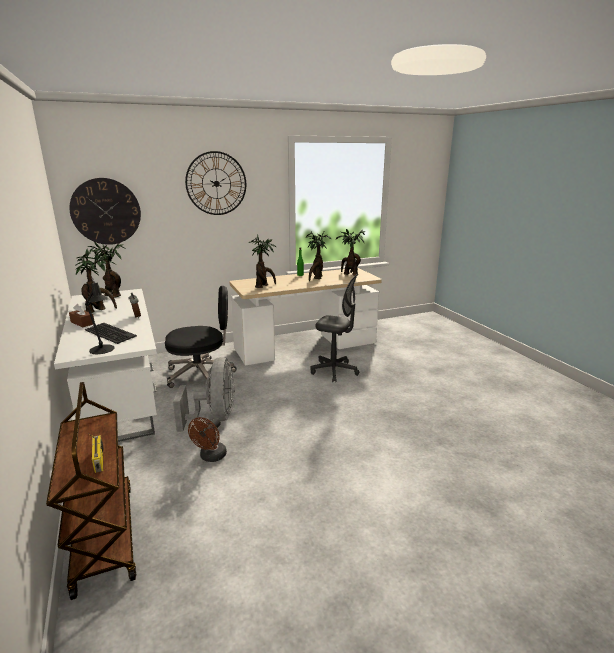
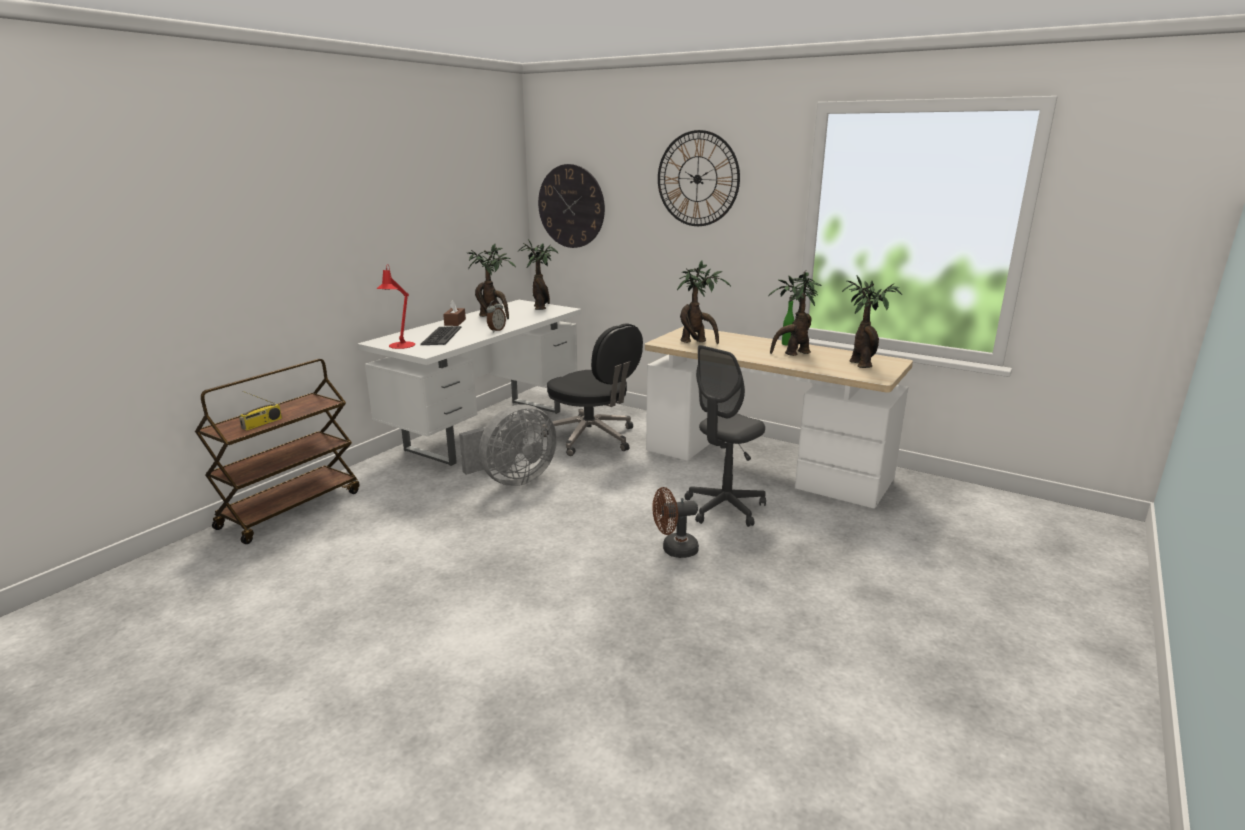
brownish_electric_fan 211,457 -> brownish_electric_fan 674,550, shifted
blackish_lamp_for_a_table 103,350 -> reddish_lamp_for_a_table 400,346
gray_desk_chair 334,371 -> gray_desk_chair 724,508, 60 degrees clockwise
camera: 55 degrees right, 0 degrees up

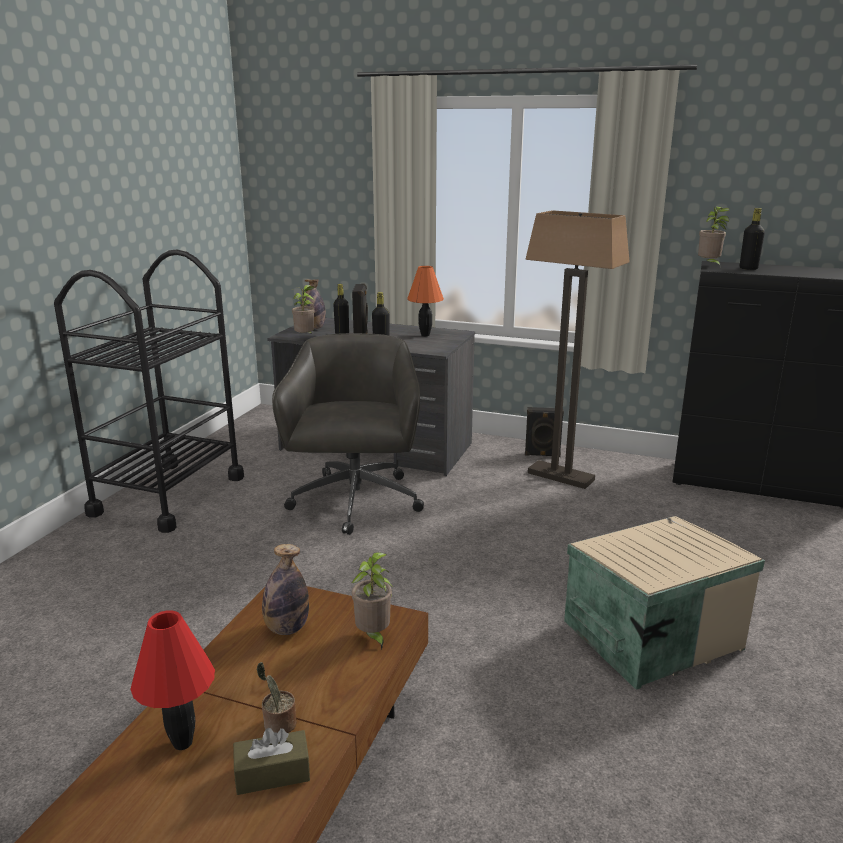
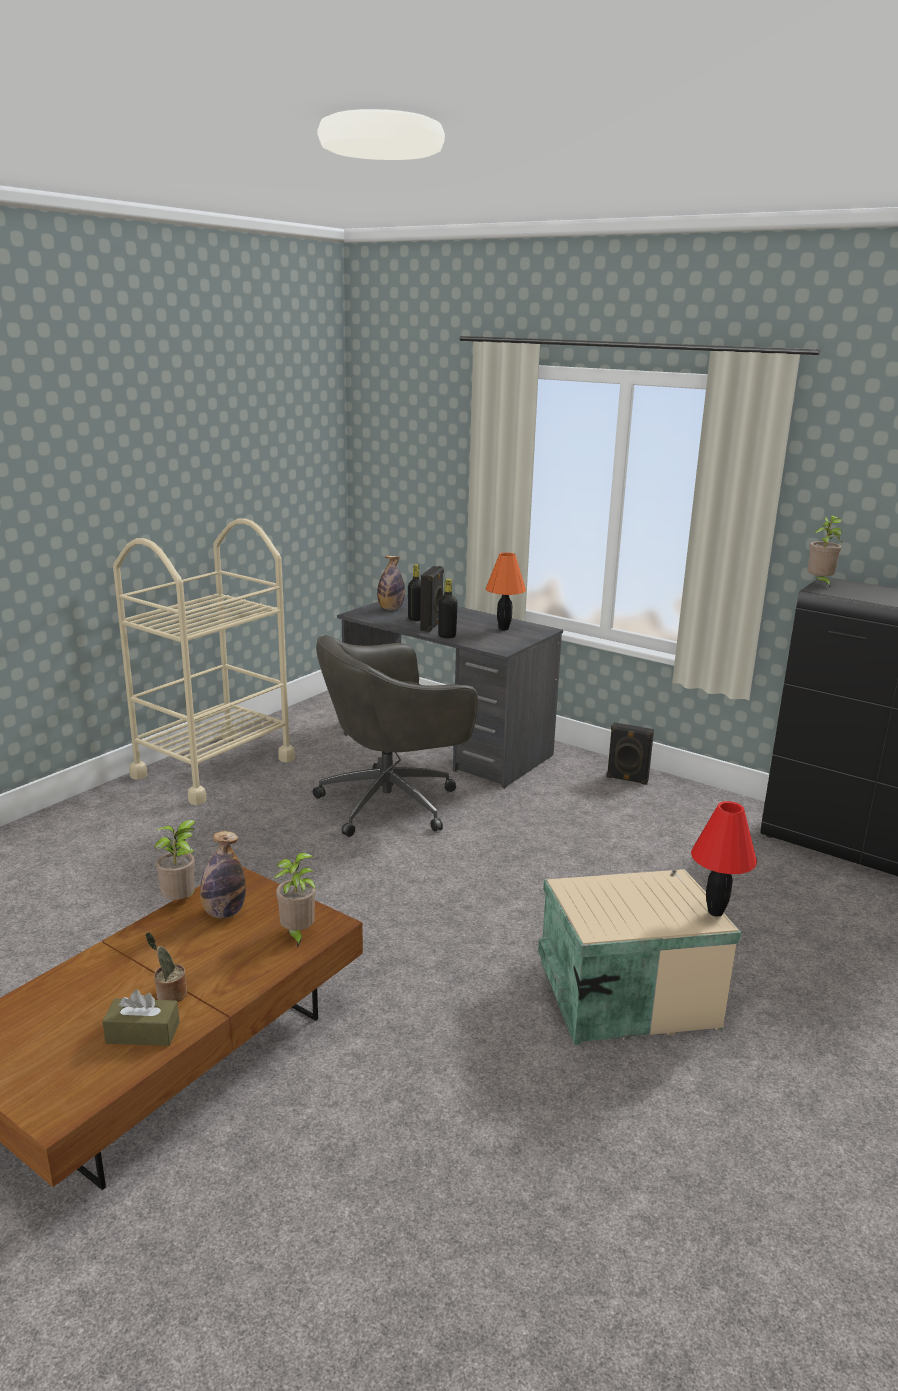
standard_lamp 561,476 -> none
blackish_drink_bottle 748,268 -> none
reddish_lamp_for_a_table 182,742 -> reddish_lamp_for_a_table 715,911, shifted
potted_plant 305,337 -> potted_plant 181,902, shifted
blackish_trolley 168,495 -> beige-coloured_trolley 214,767
gray_desk_chair 355,503 -> gray_desk_chair 392,803, 135 degrees counterclockwise
camera: 15 degrees right, 0 degrees up

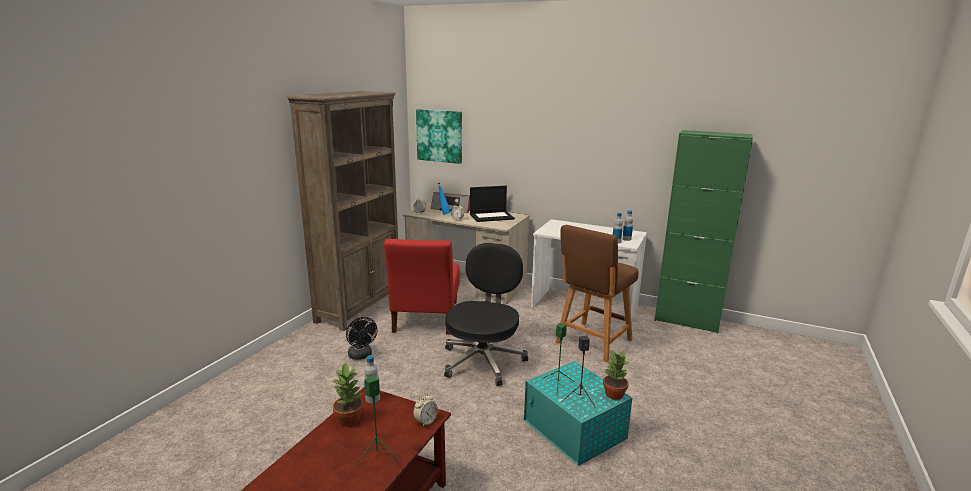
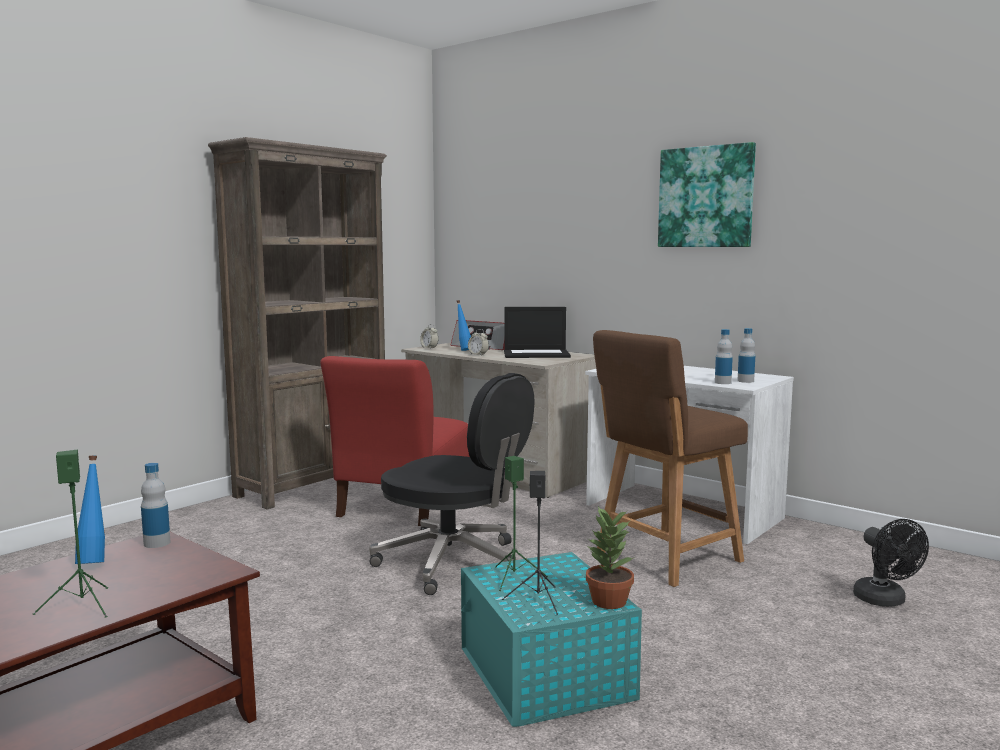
bedside_clock 425,421 -> none
green_cabinet 686,321 -> none
blackish_electric_fan 361,356 -> blackish_electric_fan 885,601, shifted
wall_picture 439,136 -> wall_picture 706,197, shifted
potted_plant 349,419 -> blue-coloured_drink_bottle 94,561
blackish_desk_chair 483,360 -> blackish_desk_chair 454,563, 90 degrees clockwise
camera: 15 degrees right, 10 degrees down

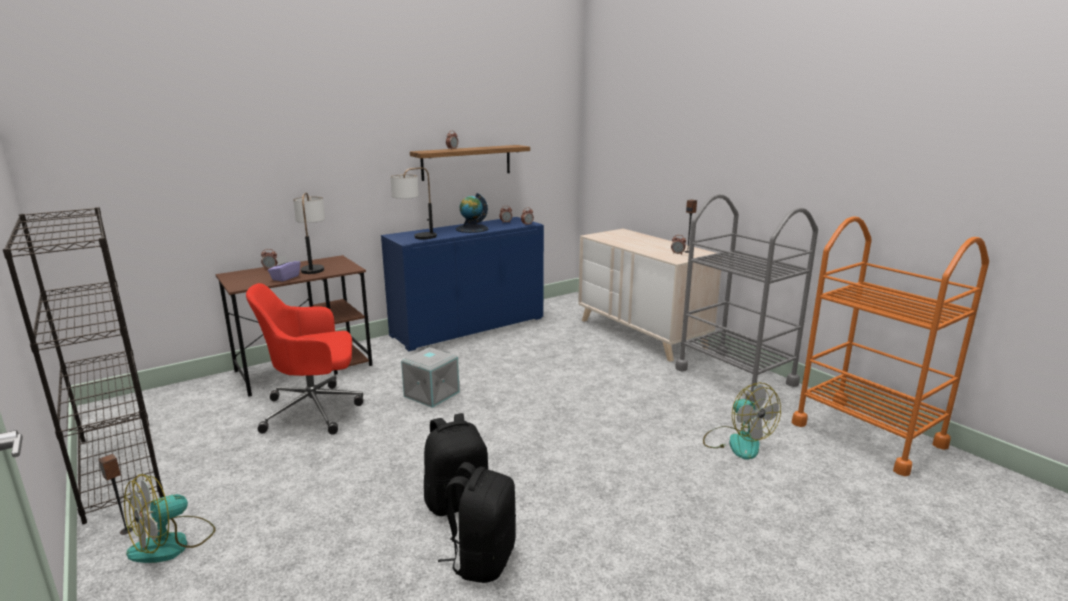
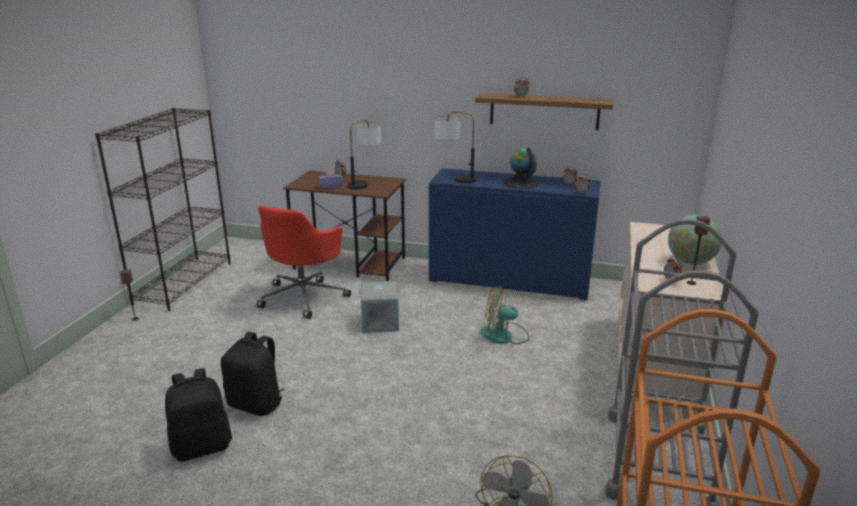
none -> desk_globe 690,262
electric_fan 172,543 -> electric_fan 504,336, shifted
reddish_desk_chair 315,410 -> reddish_desk_chair 304,296, 105 degrees counterclockwise
camera: 50 degrees right, 5 degrees up

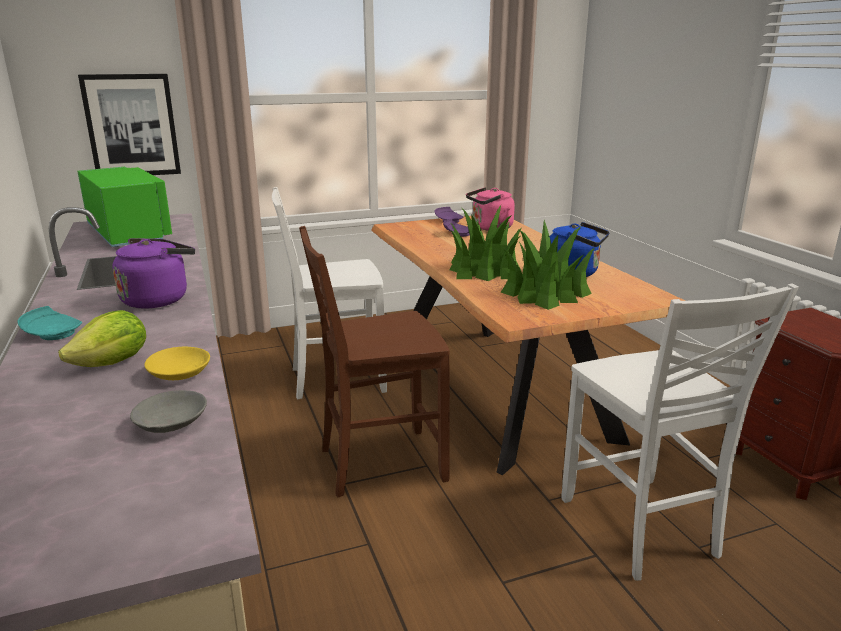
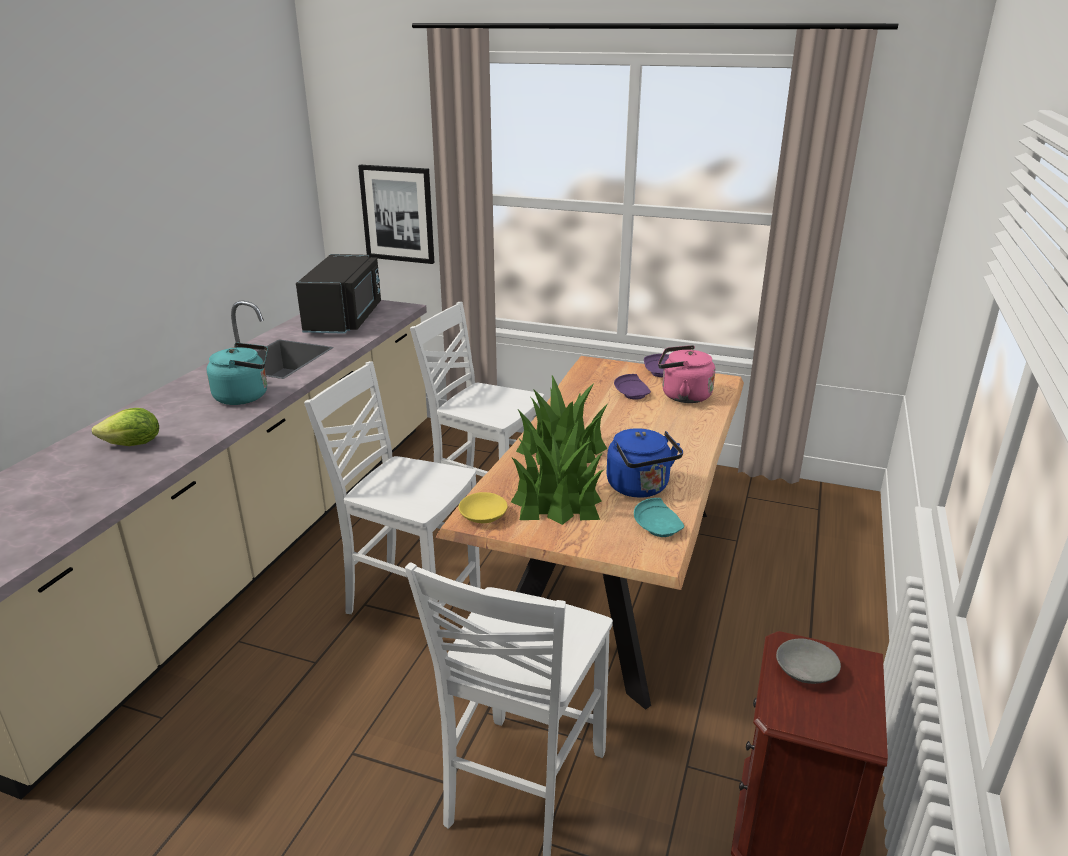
turquoise-coloured_plate 53,333 -> turquoise-coloured_plate 658,527, shifted
gray_serving_bowl 170,424 -> gray_serving_bowl 804,671, shifted
yellowish_serving_bowl 180,374 -> yellowish_serving_bowl 483,516, shifted
green_microwave 130,234 -> blackish_microwave 346,319
purple-coloured_kettle 158,299 -> turquoise-coloured_kettle 245,396
brownish_plain_chair 379,463 -> white-coloured_plain_chair 410,601
camera: 40 degrees right, 5 degrees up

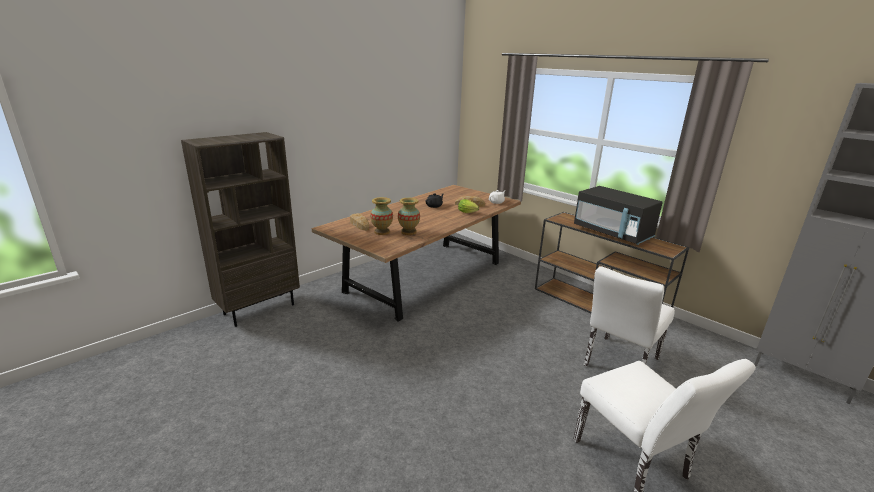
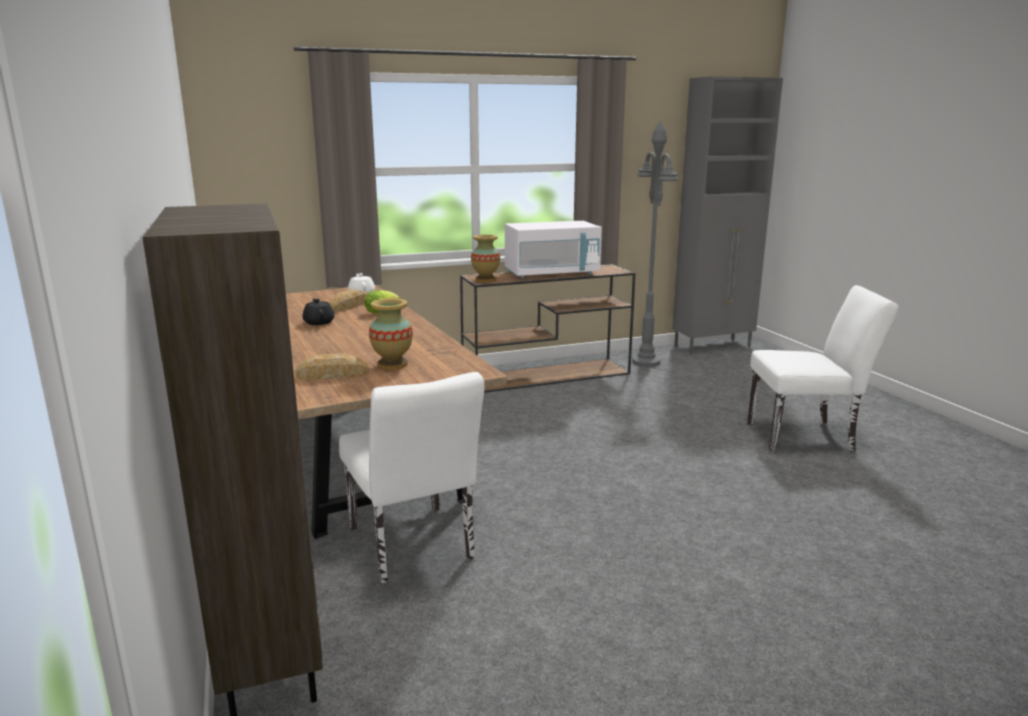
none -> gray_standard_lamp 645,362
decorative_vase 408,232 -> decorative_vase 486,280, shifted
white-coloured_plain_chair 618,364 -> white-coloured_plain_chair 414,548, shifted
blackish_microwave 612,233 -> white-coloured_microwave 552,274
camera: 65 degrees left, 5 degrees down

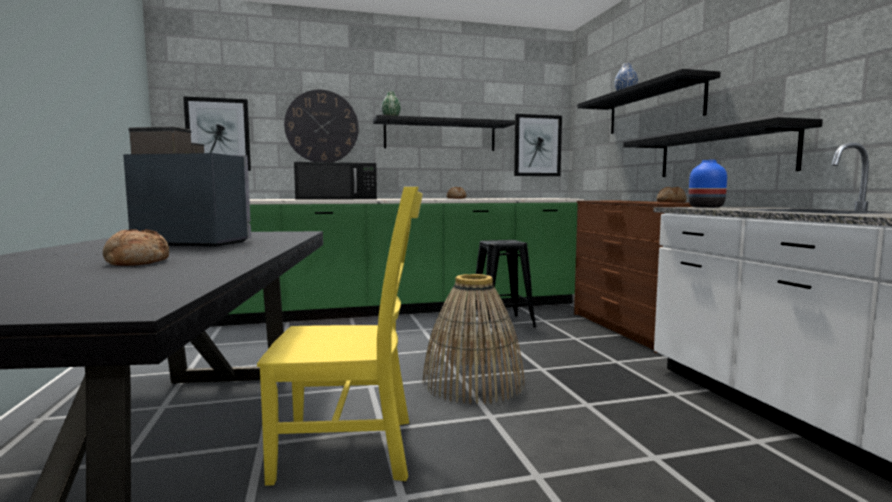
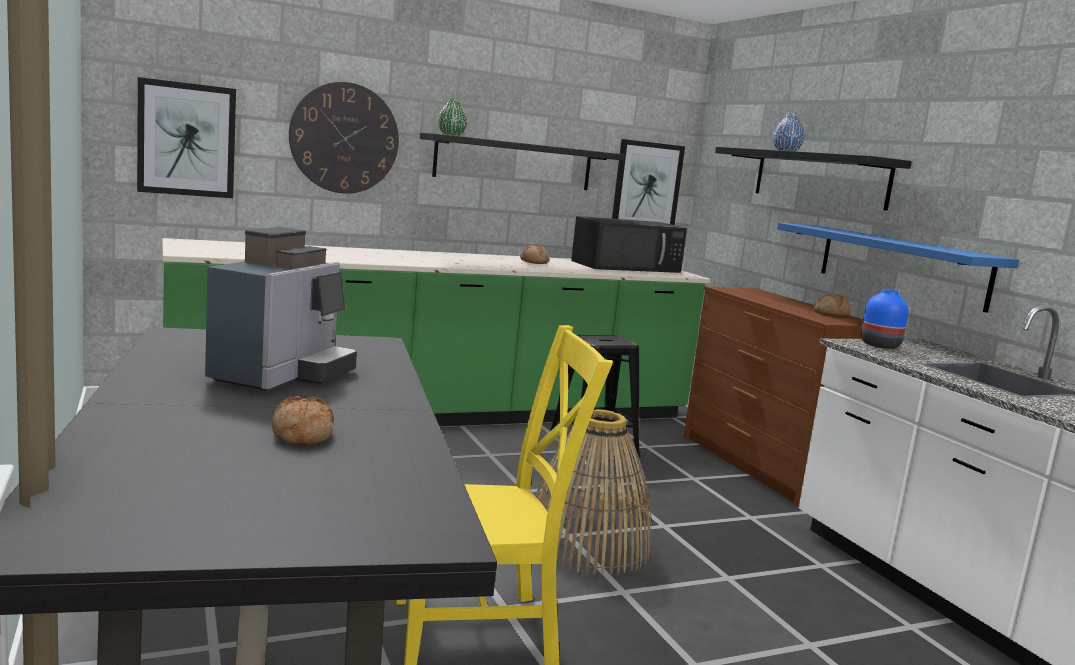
blackish_microwave 337,199 -> blackish_microwave 627,266, shifted
blackish_wall_shelf 722,154 -> blue-coloured_wall_shelf 900,265
coffee_maker 193,243 -> coffee_maker 283,374, 105 degrees clockwise
camera: 10 degrees left, 5 degrees up

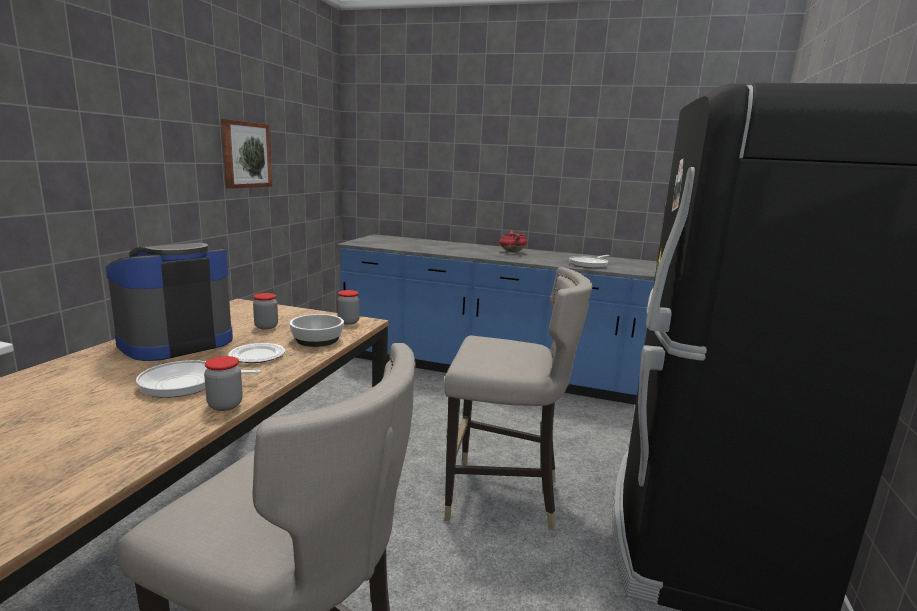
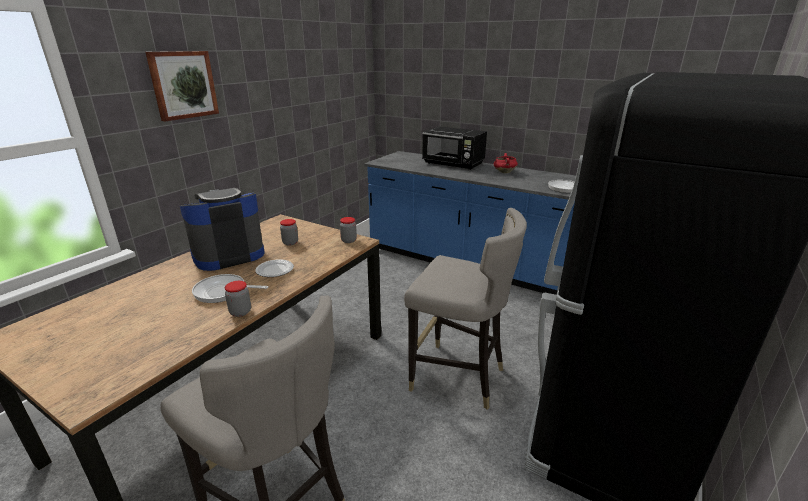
serving_bowl 317,340 -> none
none -> blackish_microwave 453,164
wall_picture 246,154 -> wall_picture 183,85, shifted
camera: 15 degrees right, 10 degrees up

